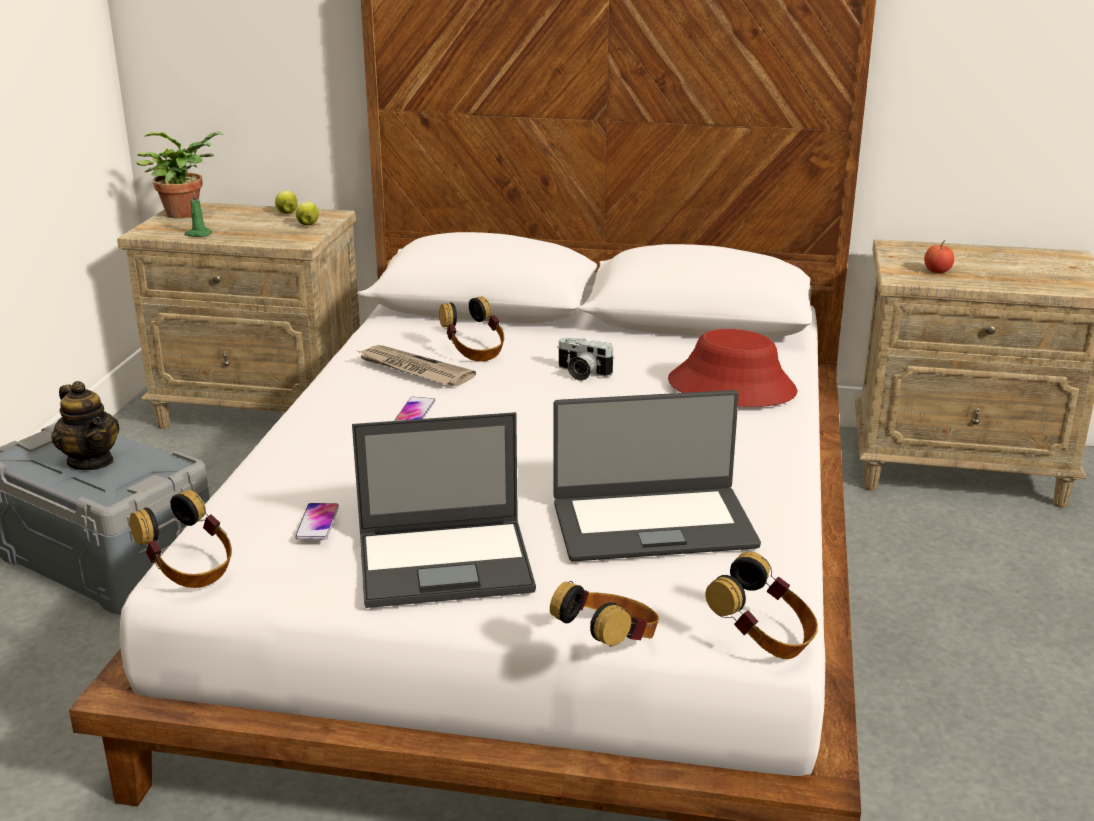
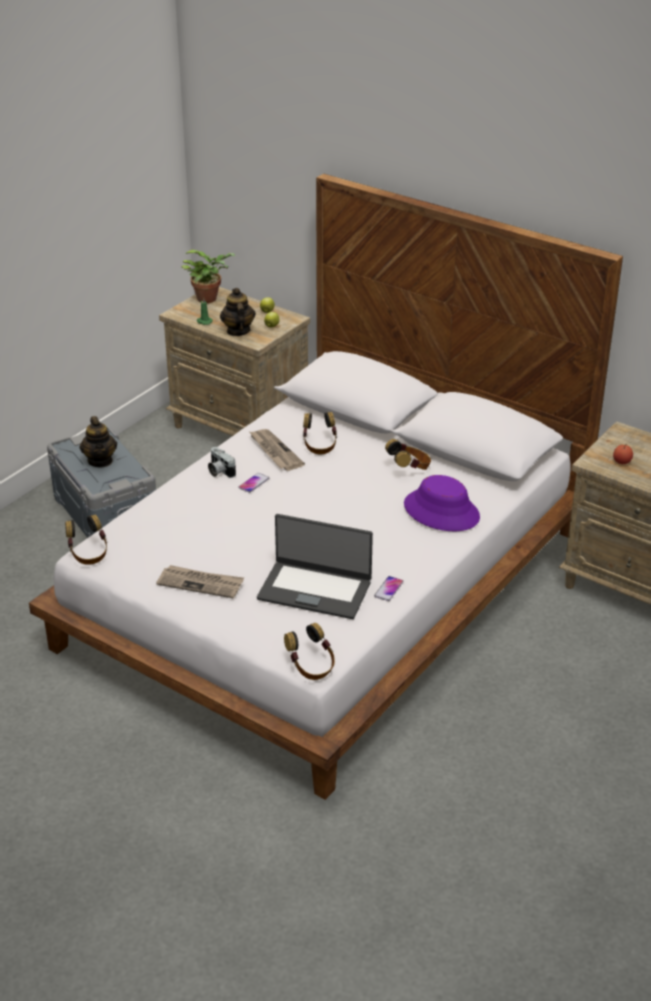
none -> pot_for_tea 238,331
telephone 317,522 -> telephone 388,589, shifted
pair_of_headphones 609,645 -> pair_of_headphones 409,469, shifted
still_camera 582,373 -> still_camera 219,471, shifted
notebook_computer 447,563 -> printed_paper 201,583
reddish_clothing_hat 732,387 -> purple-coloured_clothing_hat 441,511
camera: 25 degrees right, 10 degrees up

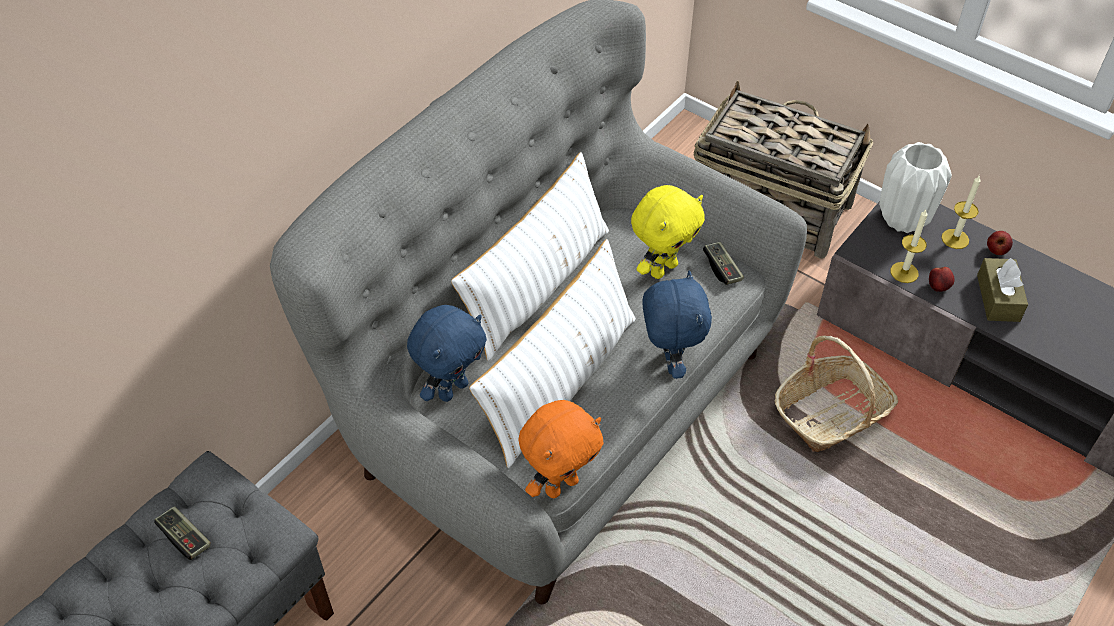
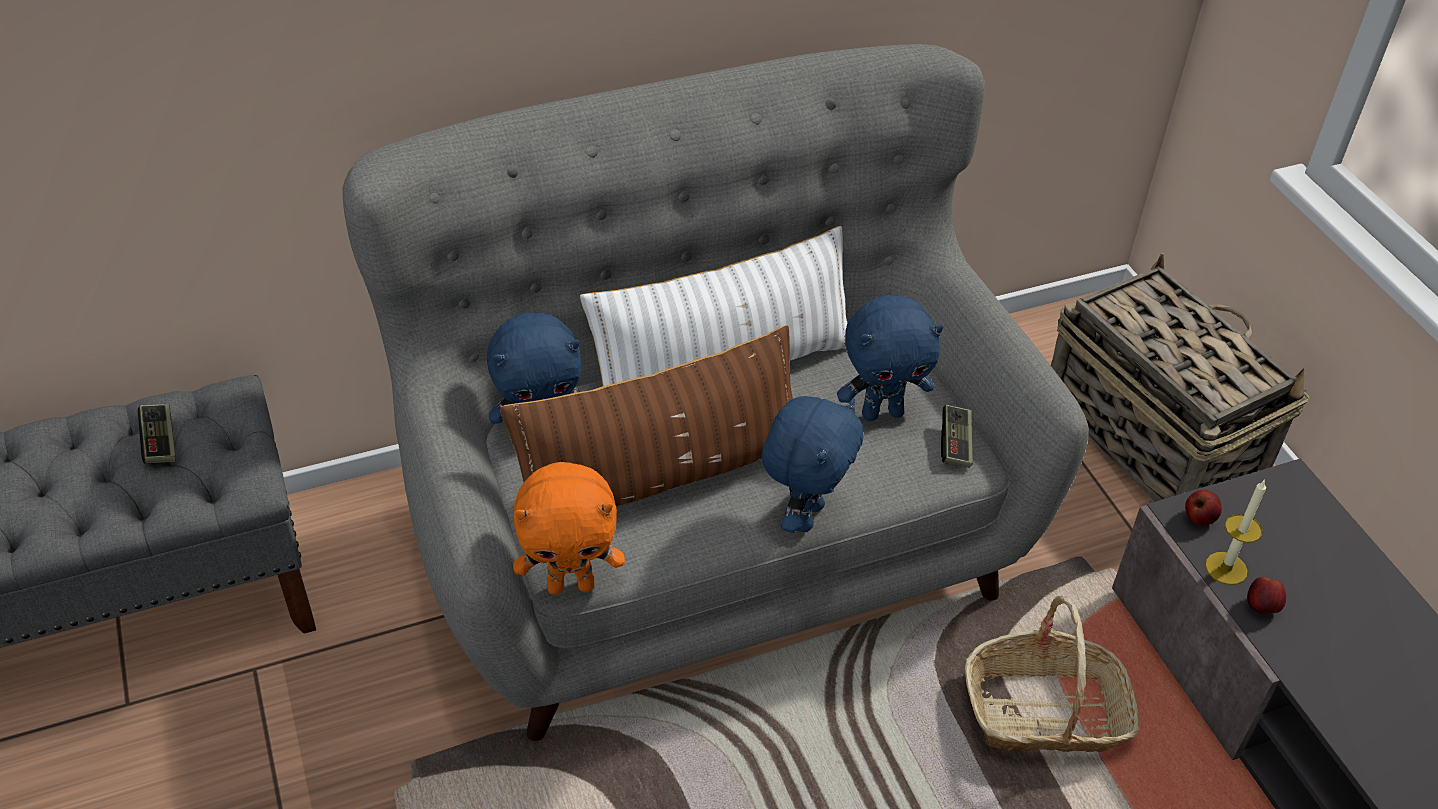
white-coloured_decorative_vase 903,220 -> none
wax_candle 955,239 -> none
brownish_box_of_tissues 998,298 -> none
whole_apple 996,251 -> whole_apple 1198,518, shifted
white-coloured_cushion 560,382 -> brownish_cushion 661,477
yellowish_plush_toy 662,268 -> blue-coloured_plush_toy 882,412
camera: 30 degrees right, 5 degrees down

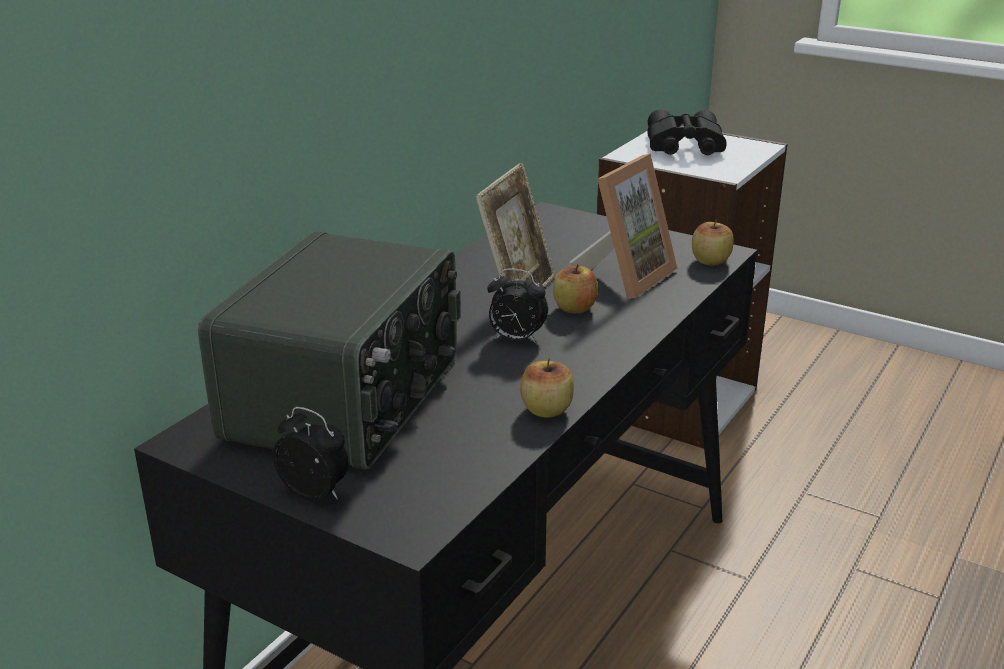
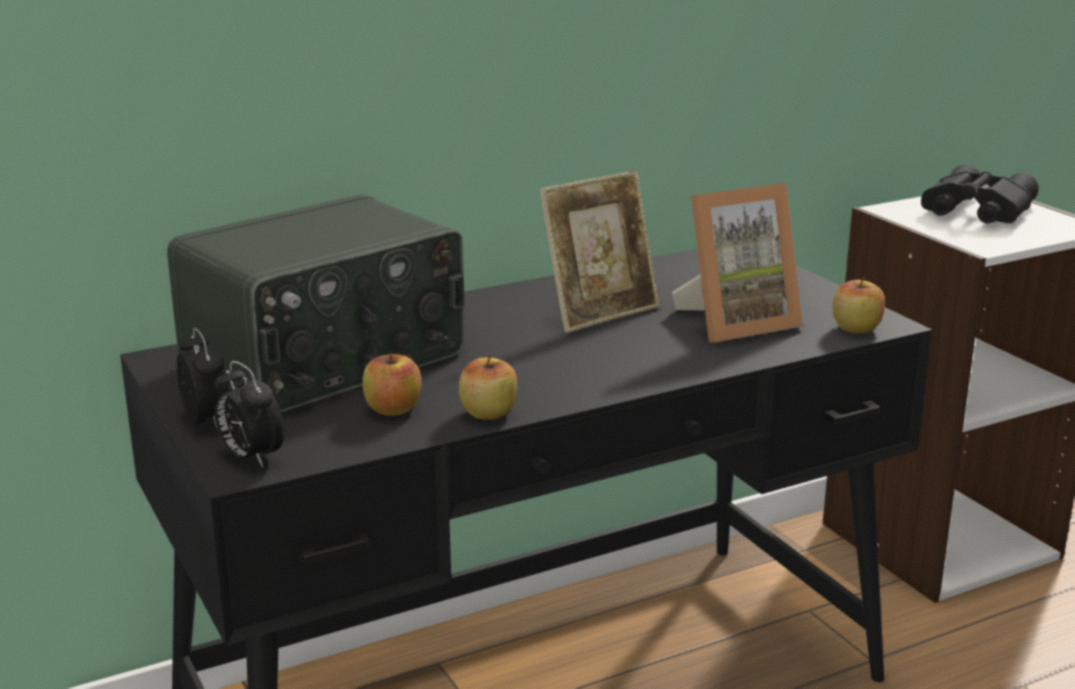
bedside_clock 516,339 -> bedside_clock 250,457, shifted
whole_apple 574,308 -> whole_apple 393,409, shifted
camera: 30 degrees right, 5 degrees down

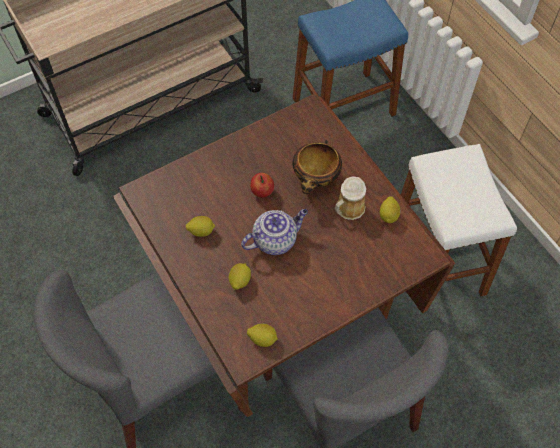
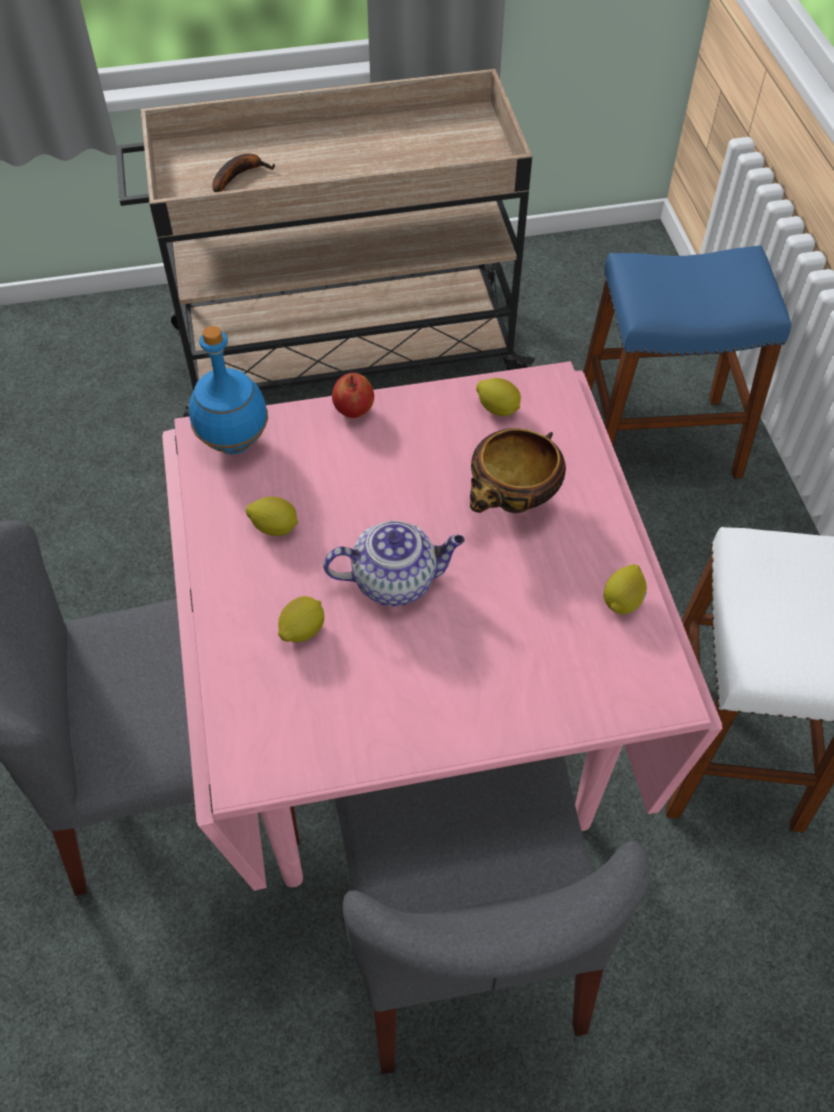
tea_mug 348,209 -> none
none -> blue-coloured_drink_bottle 235,442
none -> whole_banana 239,176
whole_lemon 263,339 -> whole_lemon 498,408, shifted
whole_apple 262,192 -> whole_apple 354,410, shifted
brownish_kitchen_table 279,314 -> pink-coloured_kitchen_table 416,743
camera: 20 degrees right, 5 degrees down

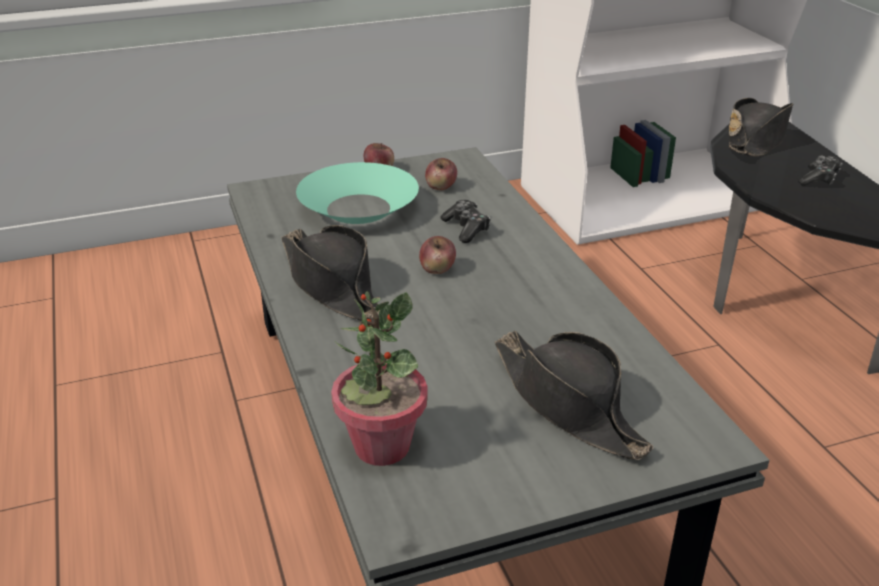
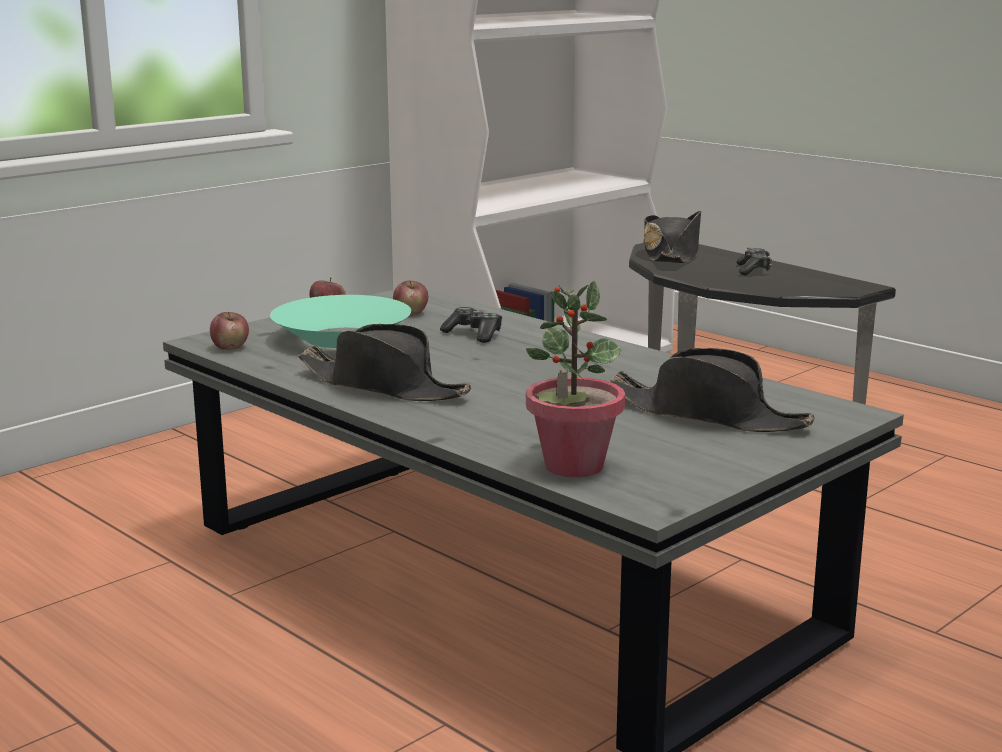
whole_apple 437,269 -> whole_apple 230,347, shifted
camera: 25 degrees left, 15 degrees down

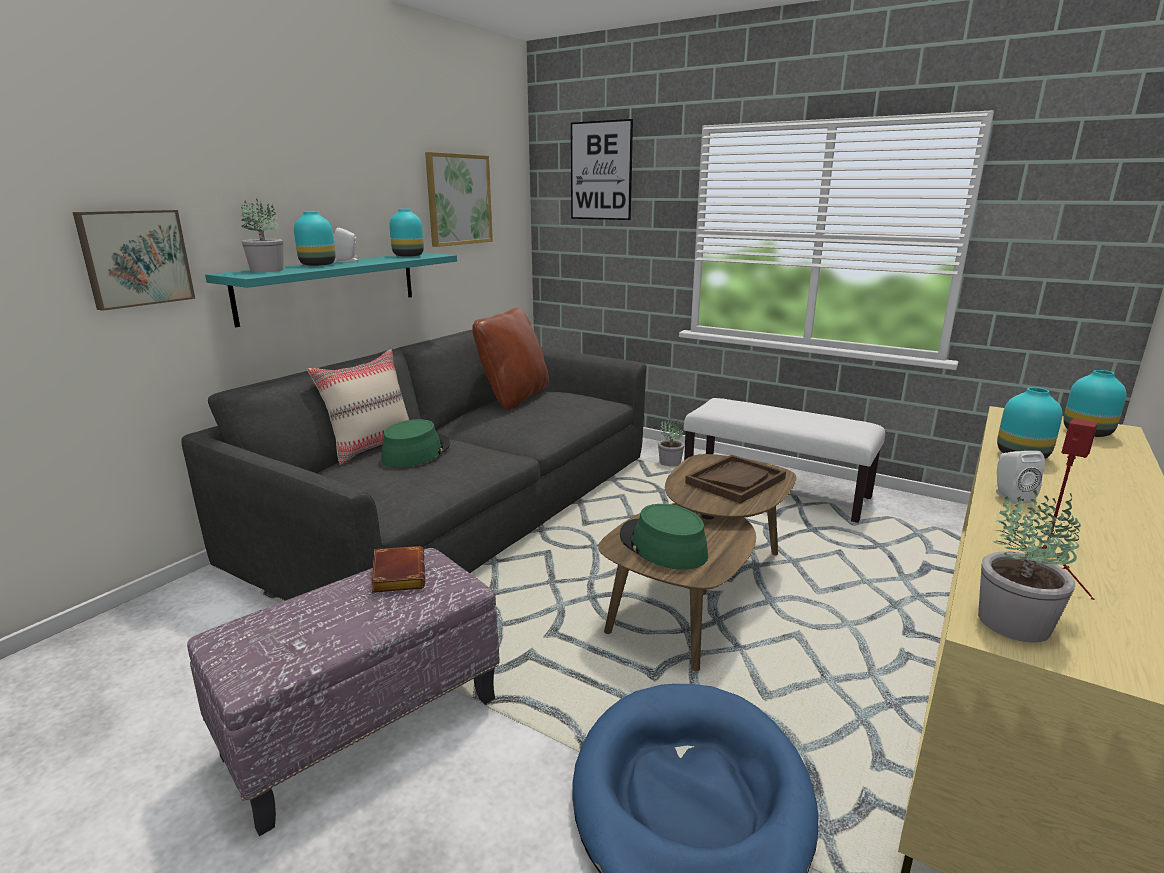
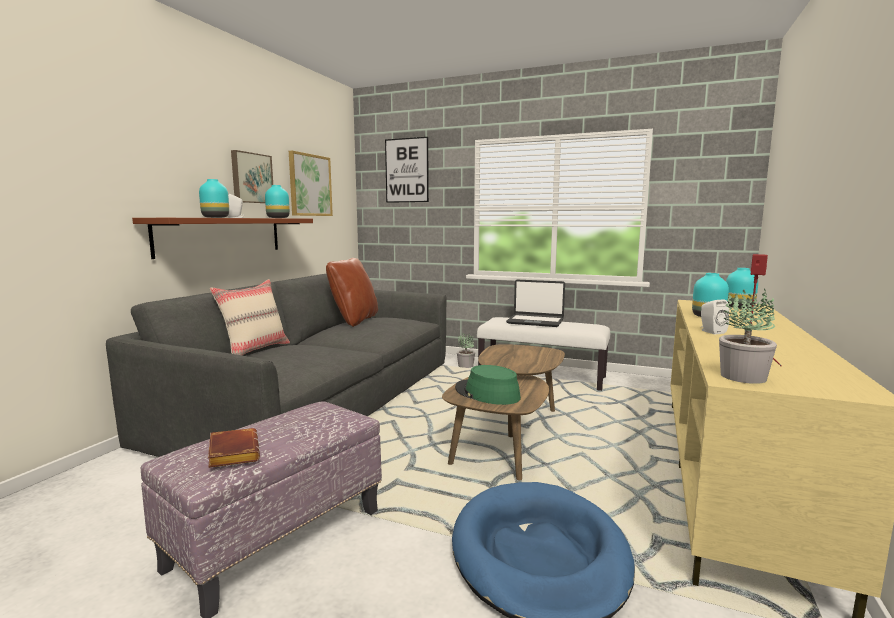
potted_plant 266,270 -> none
green_clothing_hat 416,452 -> none
brownish_tray 735,481 -> none
none -> notebook_computer 535,321
wall_picture 135,258 -> wall_picture 251,178, shifted
brownish_volume 397,574 -> brownish_volume 232,453, shifted
turquoise-coloured_wall_shelf 330,286 -> brownish_wall_shelf 221,236
camera: 10 degrees left, 10 degrees down

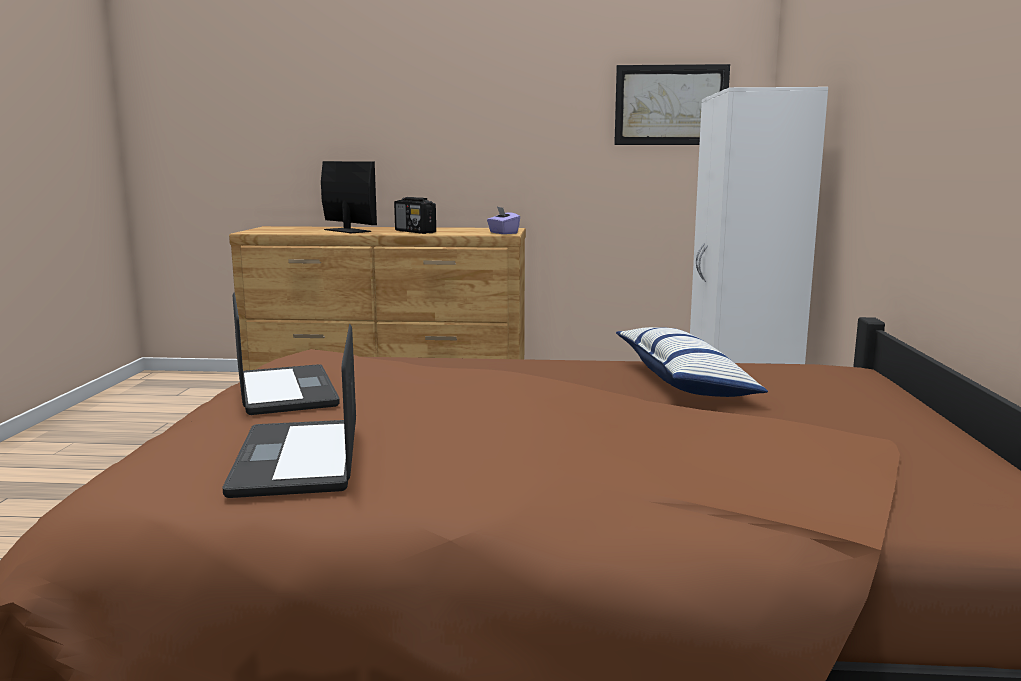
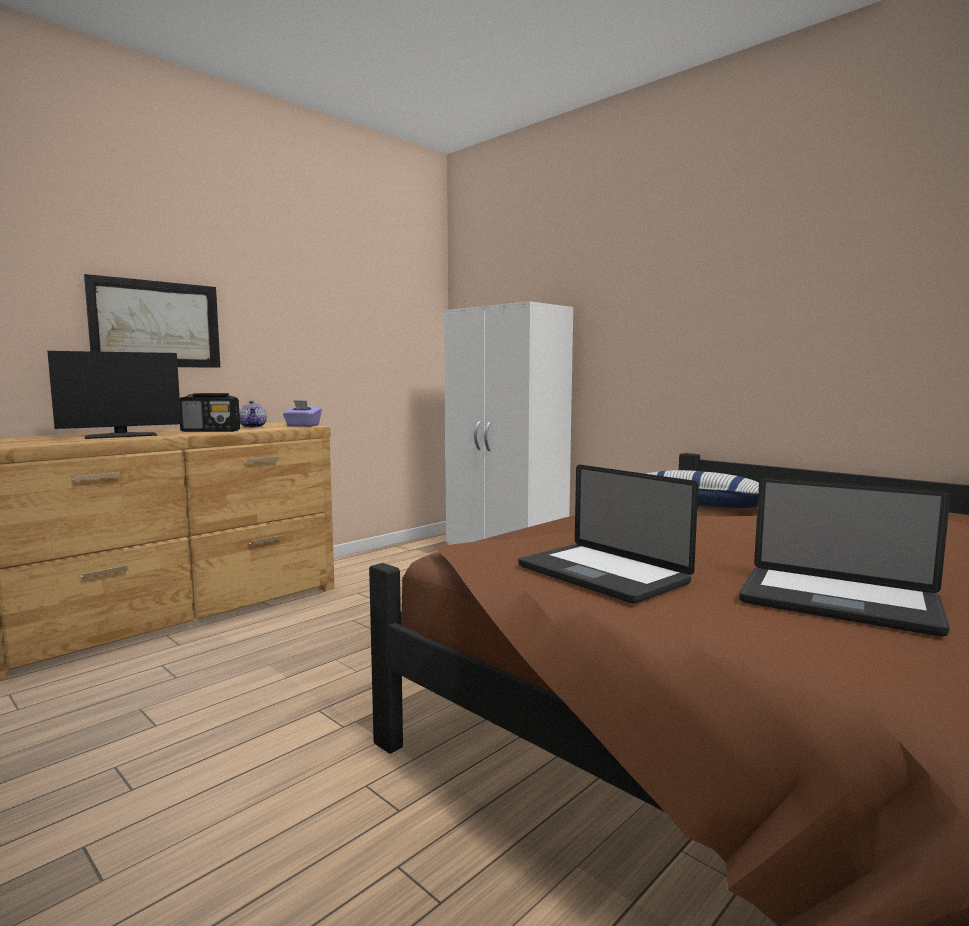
none -> pot_for_tea 253,427
wall_picture 671,105 -> wall_picture 156,324, shifted
notebook_computer 286,392 -> notebook_computer 601,574, 150 degrees counterclockwise
computer_screen 347,230 -> computer_screen 121,436, 150 degrees clockwise
camera: 50 degrees left, 5 degrees down

